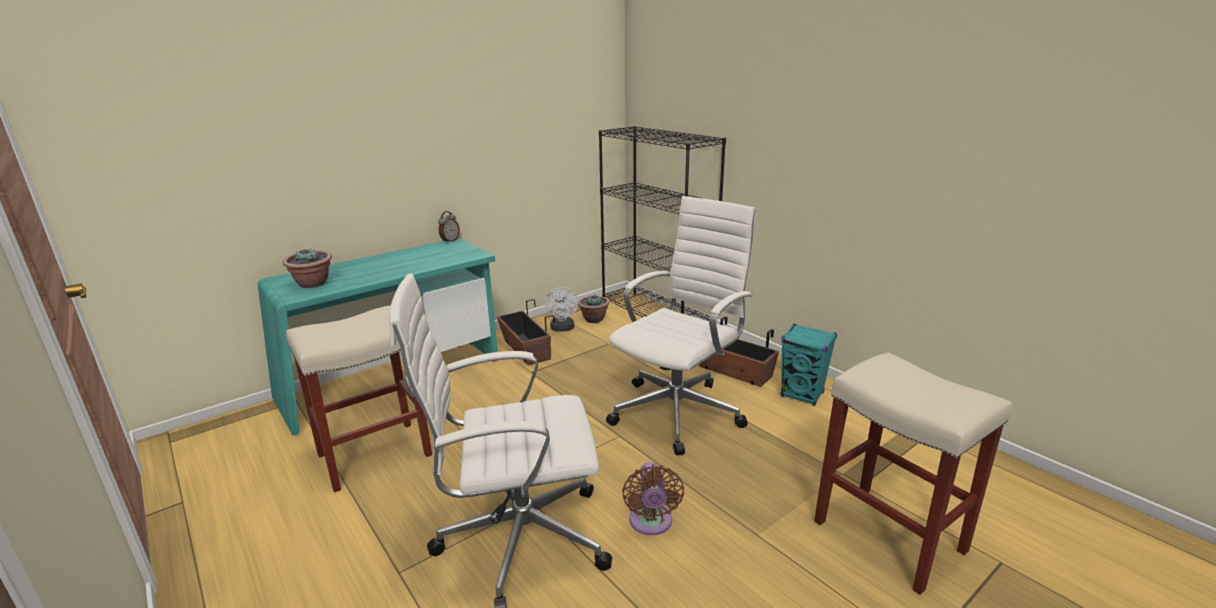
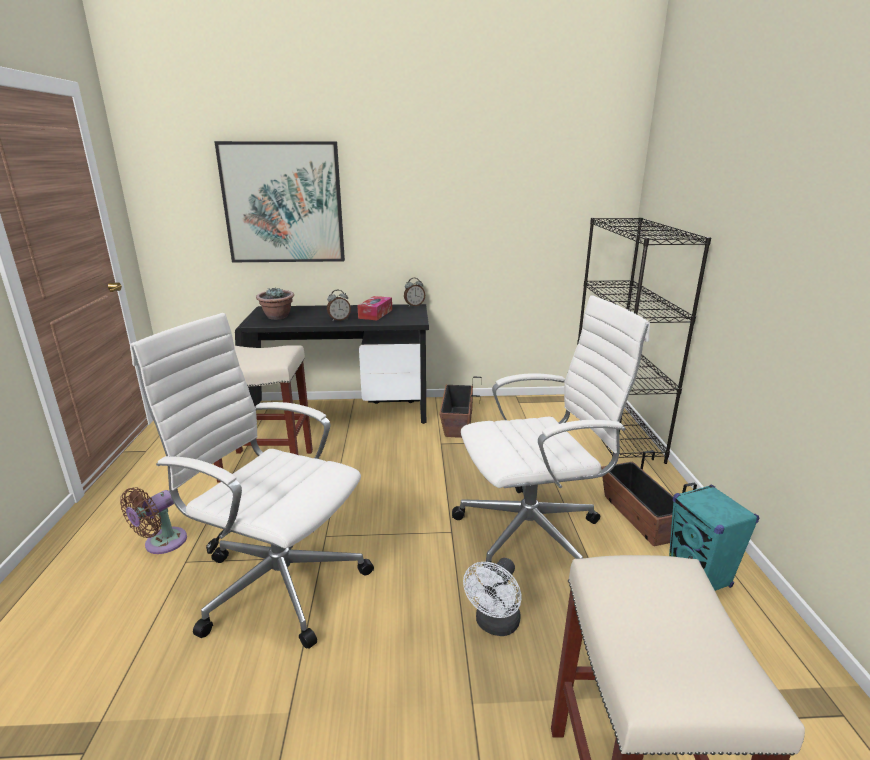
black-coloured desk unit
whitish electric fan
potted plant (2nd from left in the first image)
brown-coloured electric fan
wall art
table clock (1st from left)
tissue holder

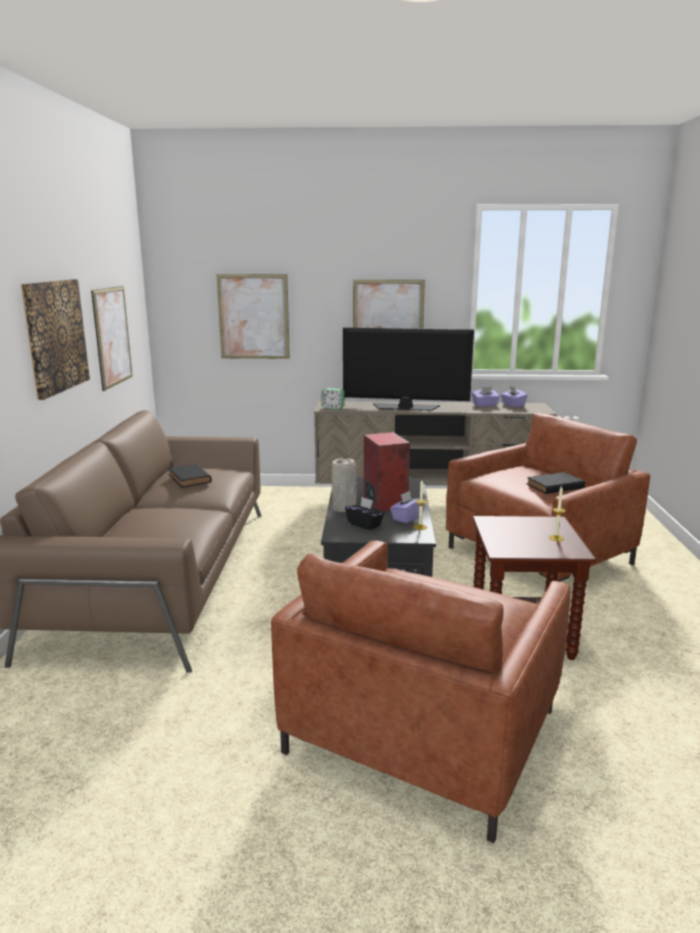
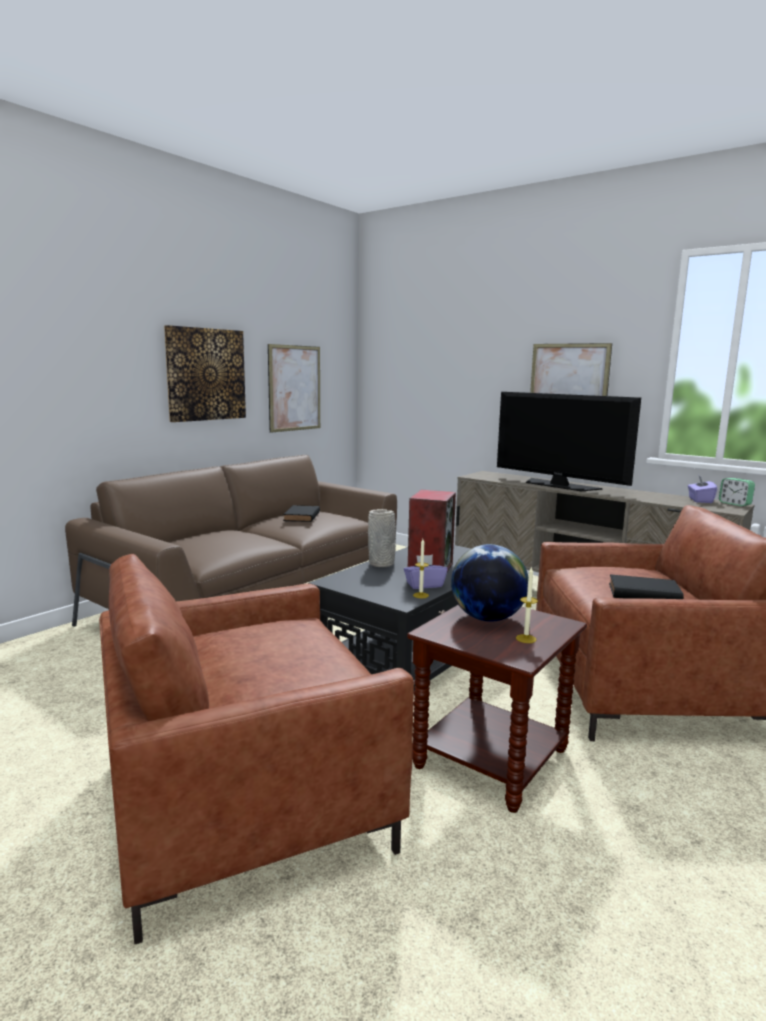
wall art (3rd from left in the first image)
purplish tissue holder (2nd from left in the first image)
table clock
black-coloured tissue holder
world globe

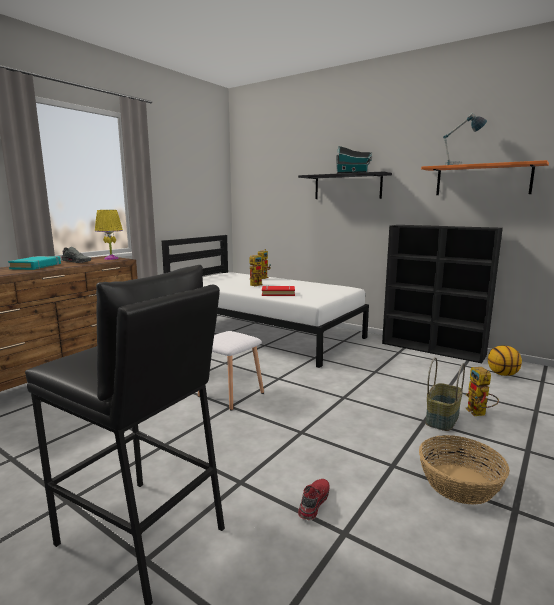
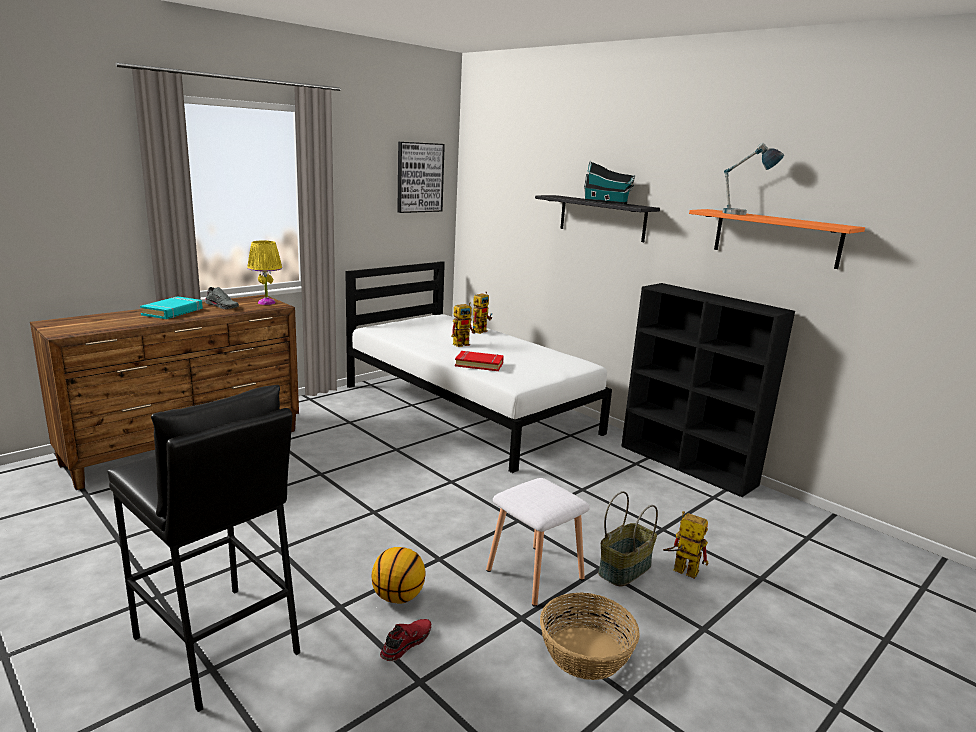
whitish sitting stool
basketball
toy robot (3rd from left)
wall art

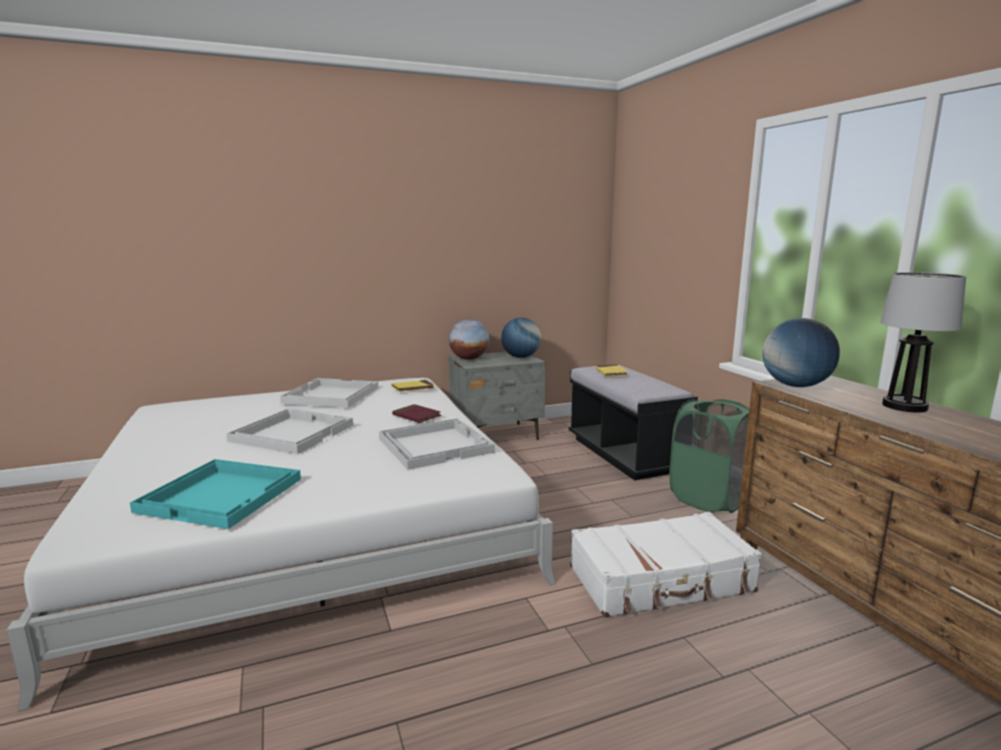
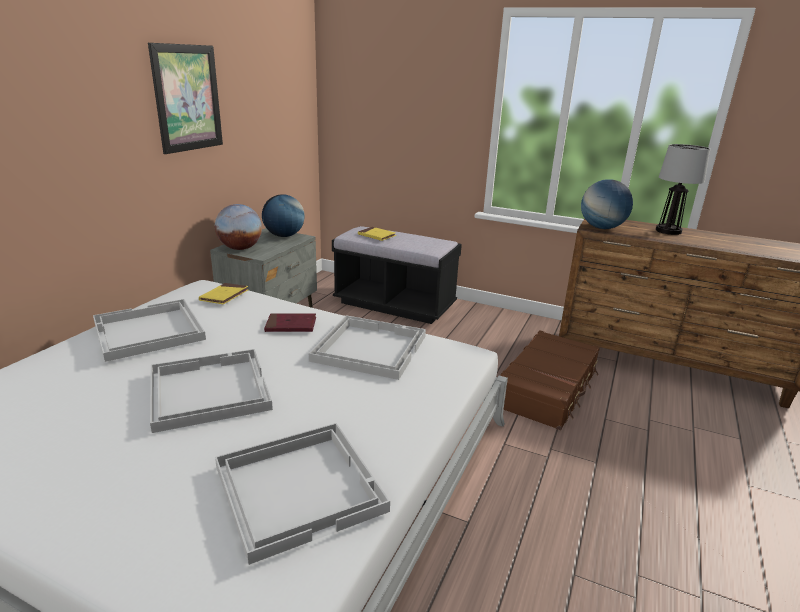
green hamper
whitish tray (3rd from left)
brown-coloured travel case
wall art

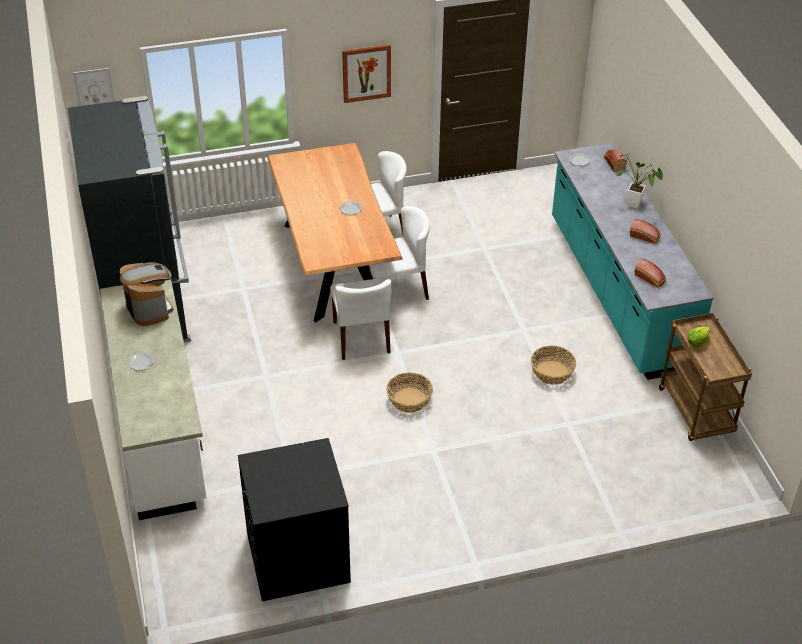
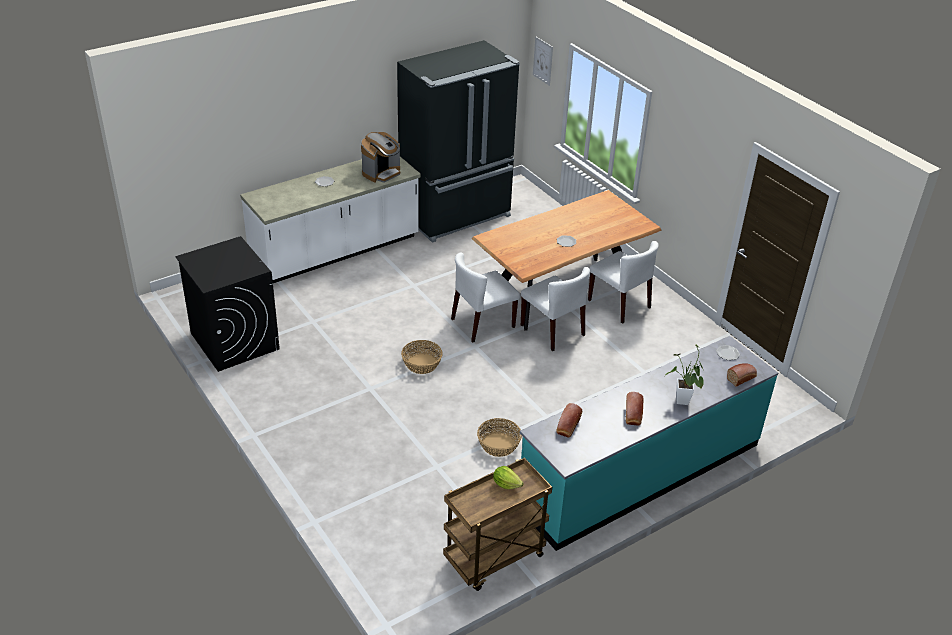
wall art (2nd from left in the first image)

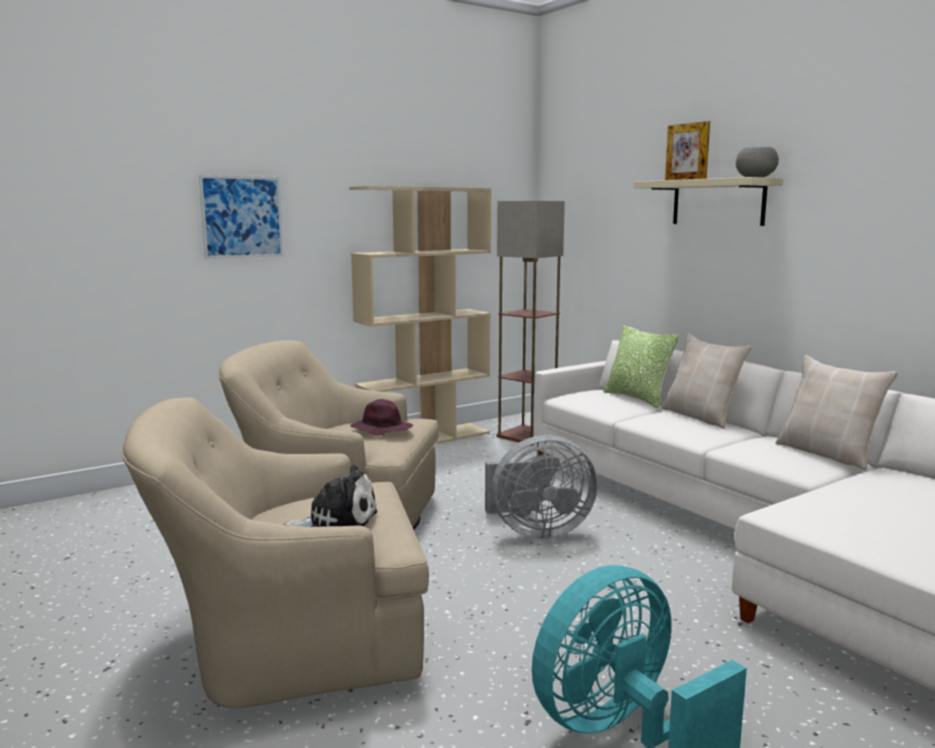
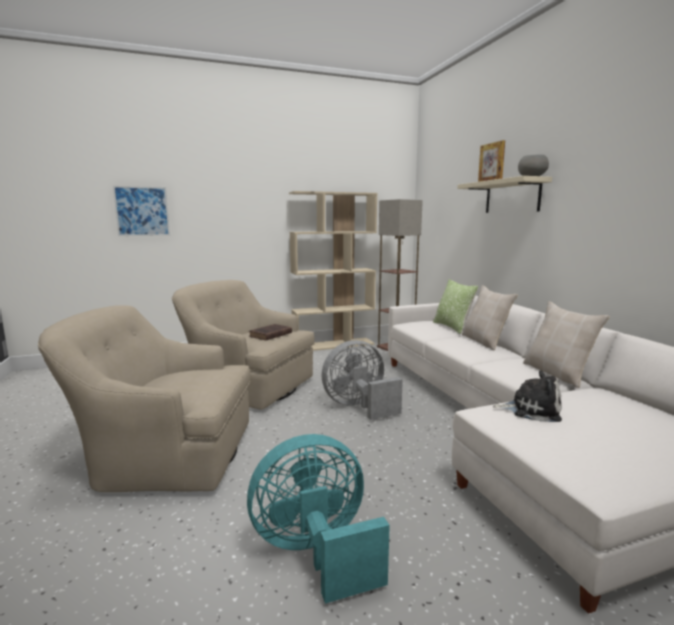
wall art
brown-coloured volume
gray electric fan
cuddly toy

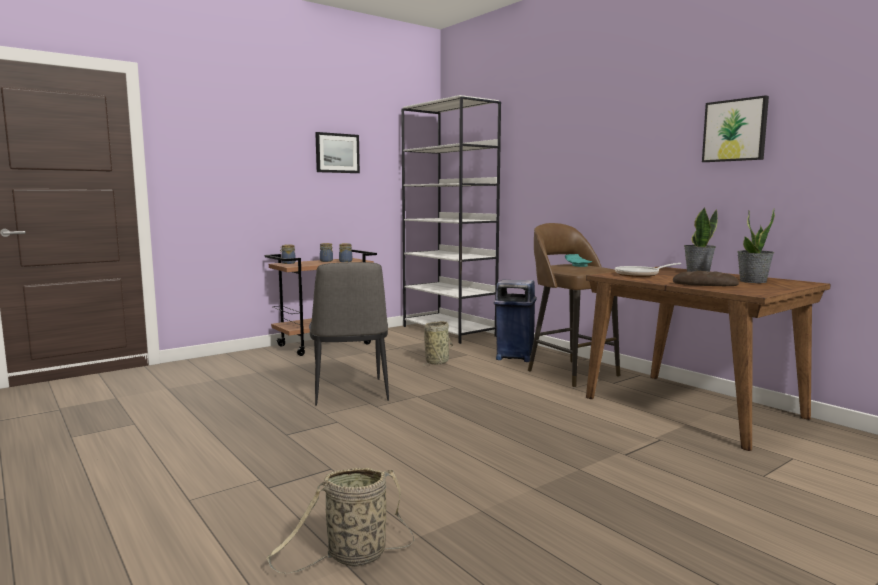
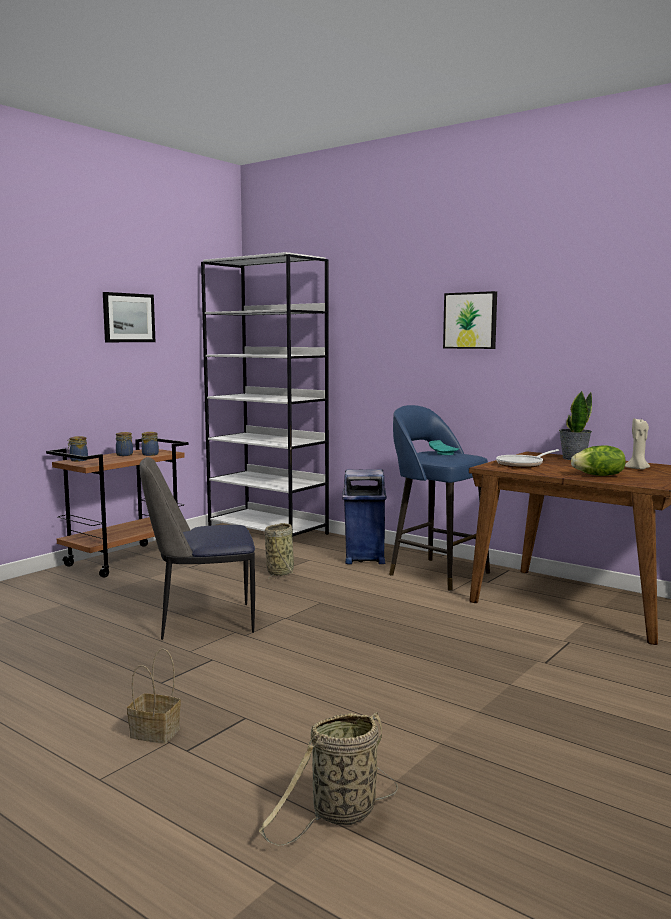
wall art (2nd from left)
beige wax light
blue-coloured sitting stool
upright chair
head of lettuce
storage basket (1st from left)

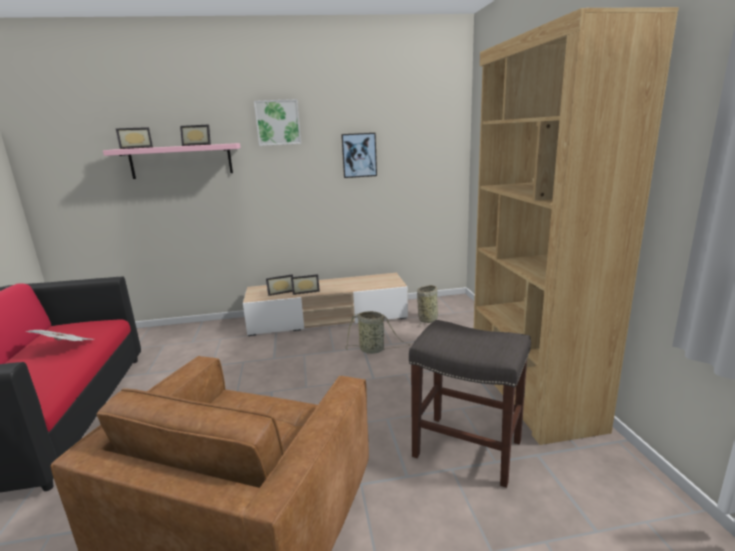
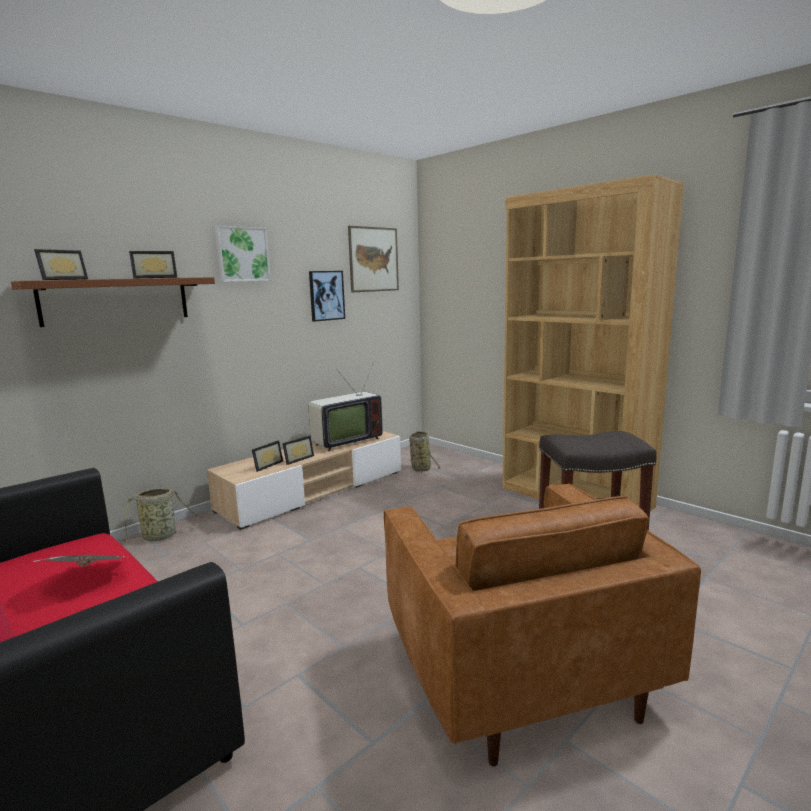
brown-coloured wall shelf
storage basket (1st from left)
wall art (3rd from left)
TV

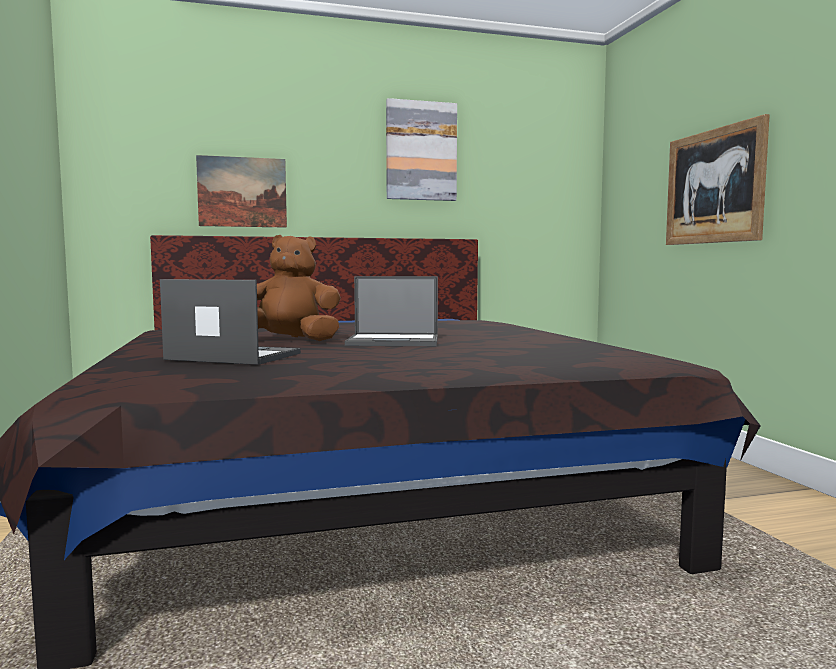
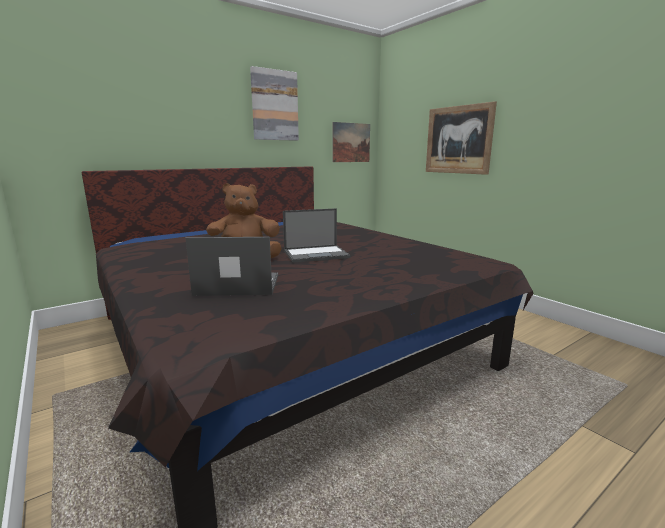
wall art (2nd from left)

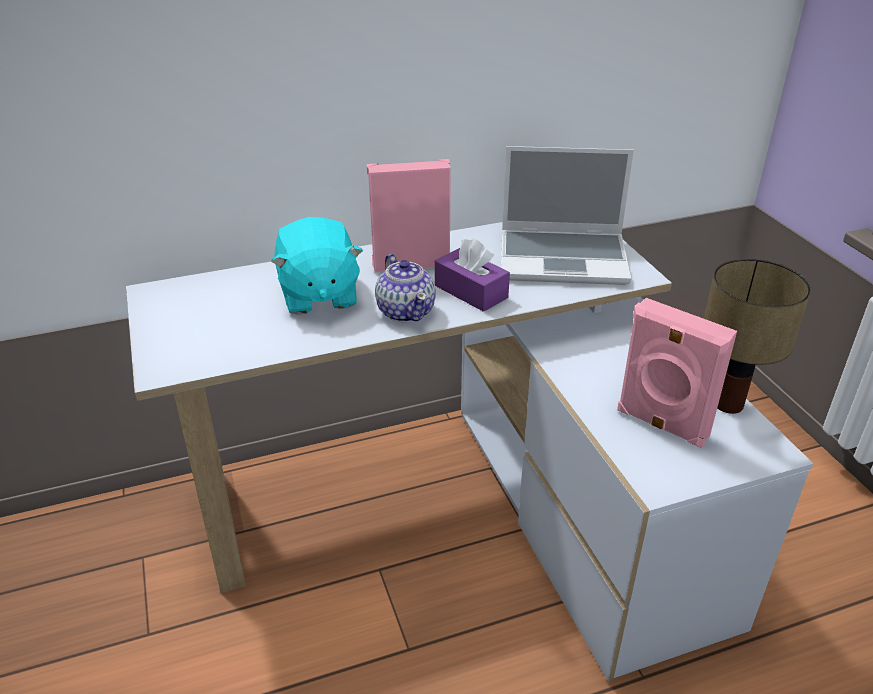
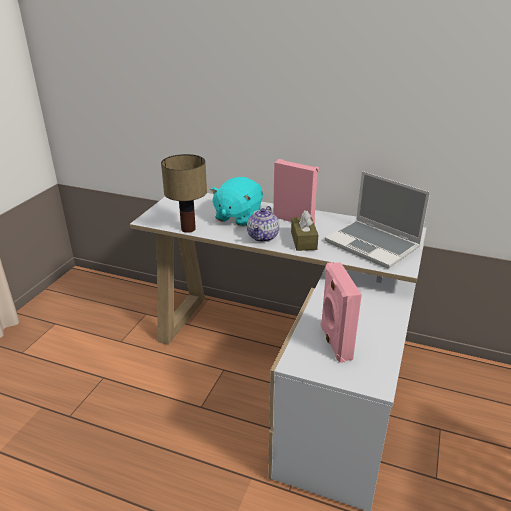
brown-coloured tissue holder
lamp for a table

